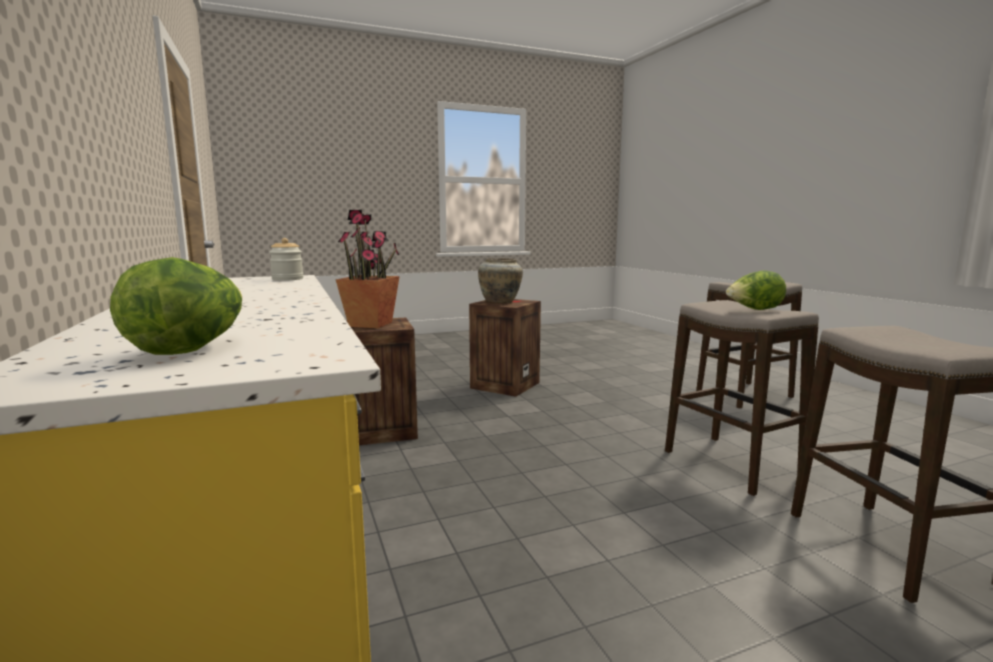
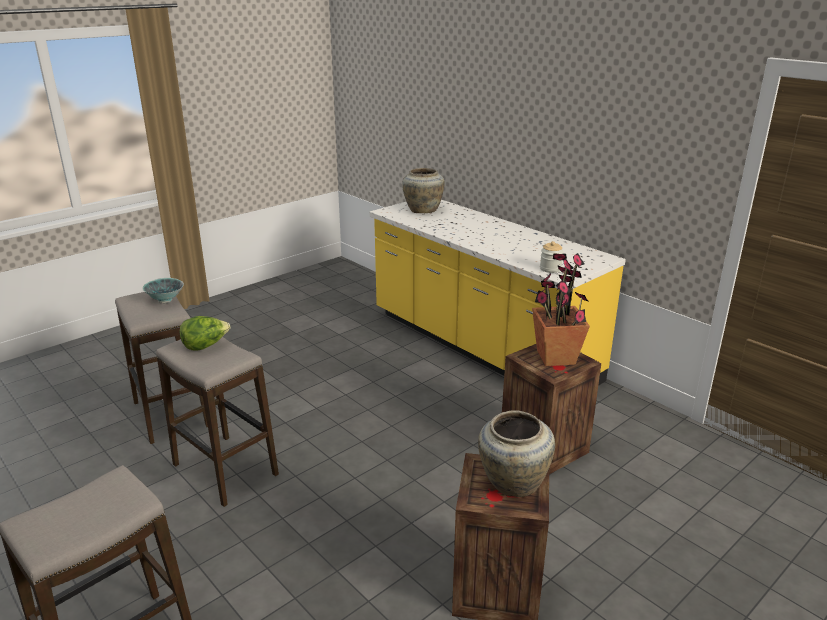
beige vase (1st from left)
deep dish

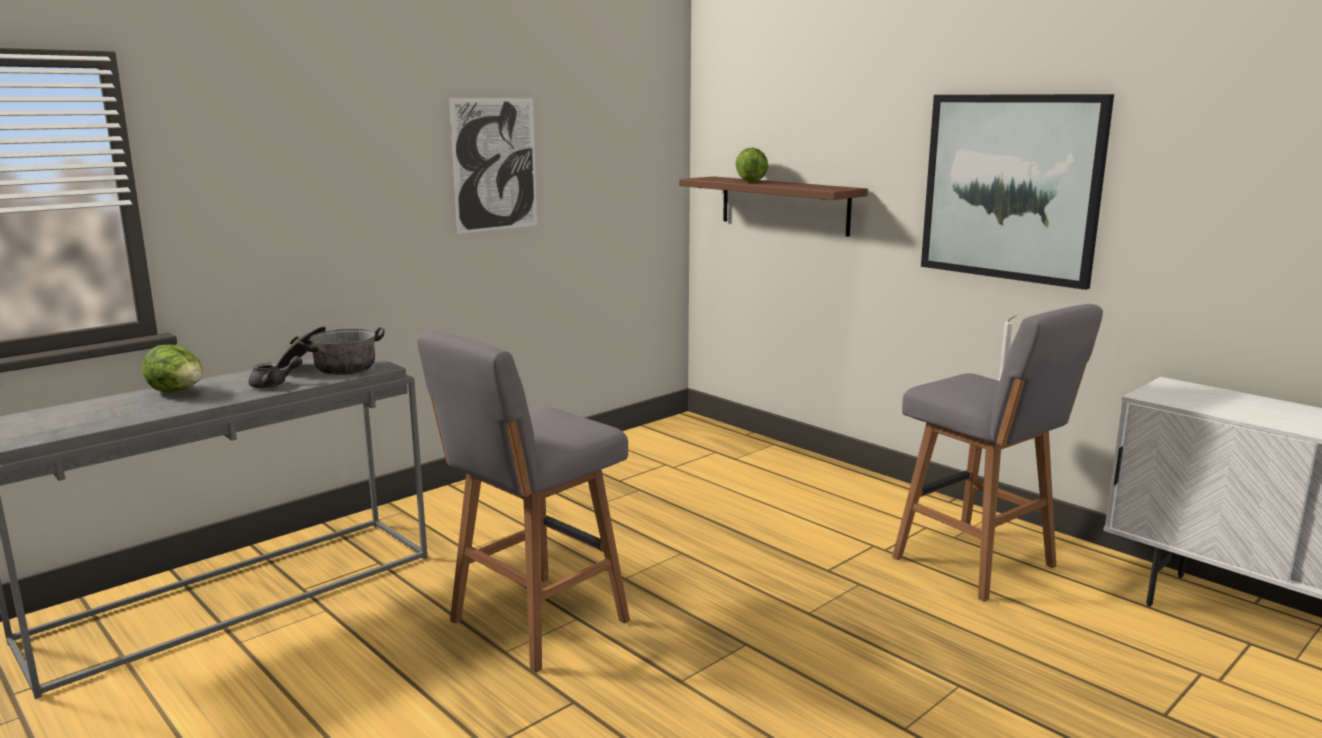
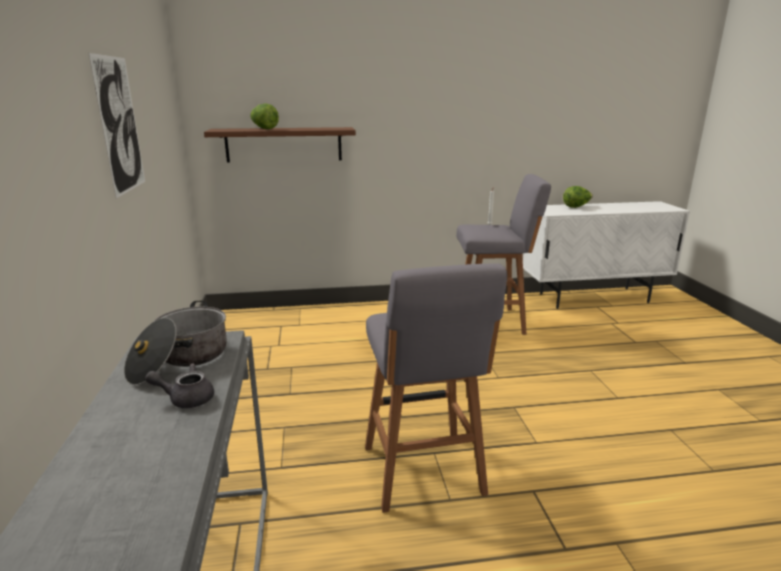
wall art (2nd from left in the first image)
head of lettuce (2nd from left)
gray pot for tea

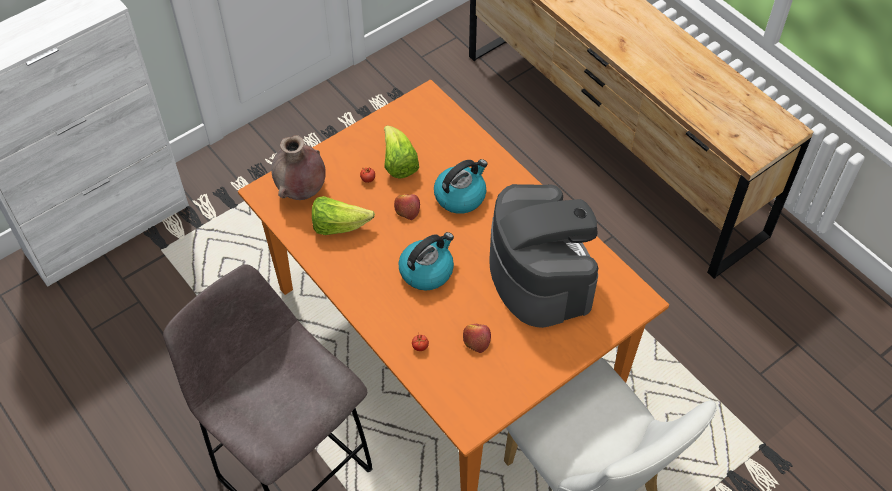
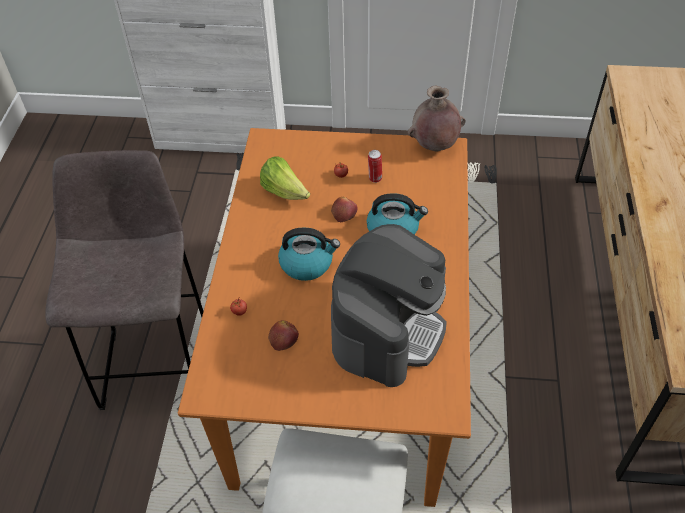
metal can
brown-coloured vase

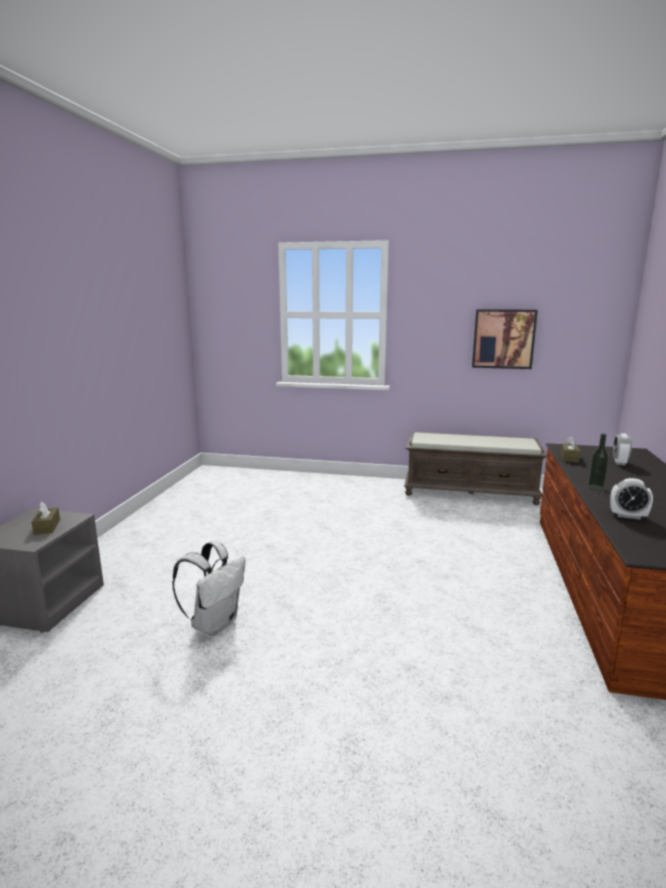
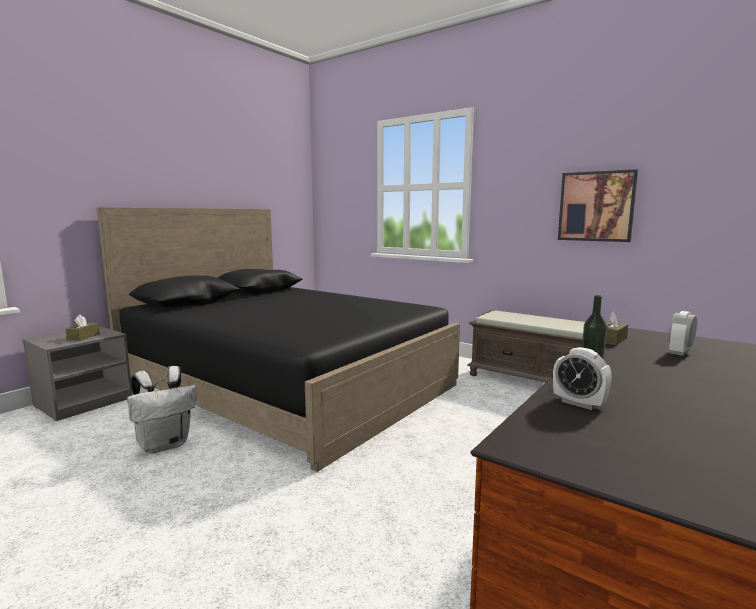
black-coloured bed

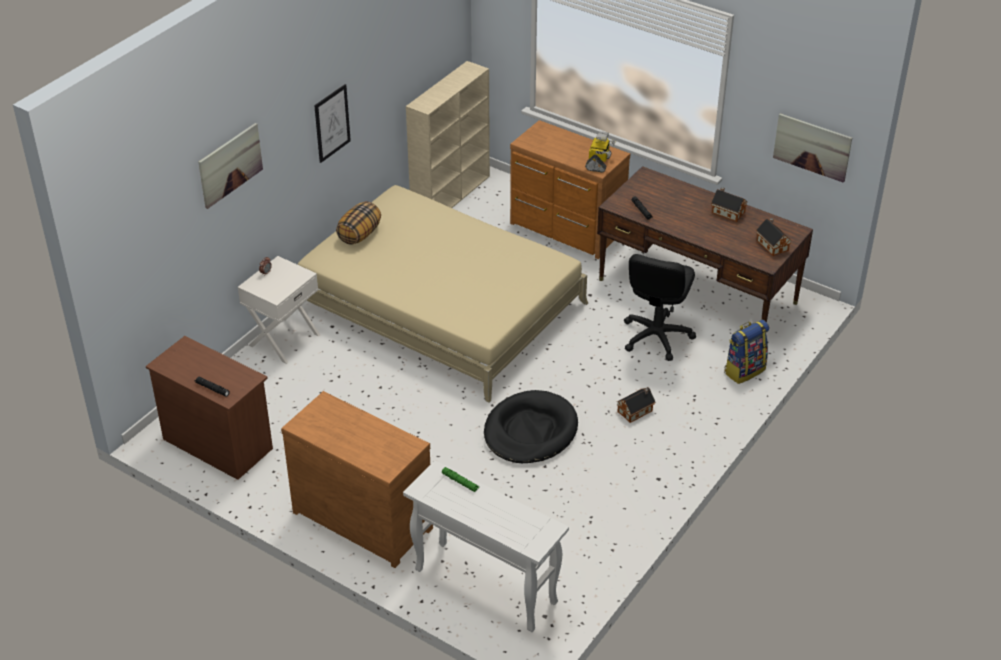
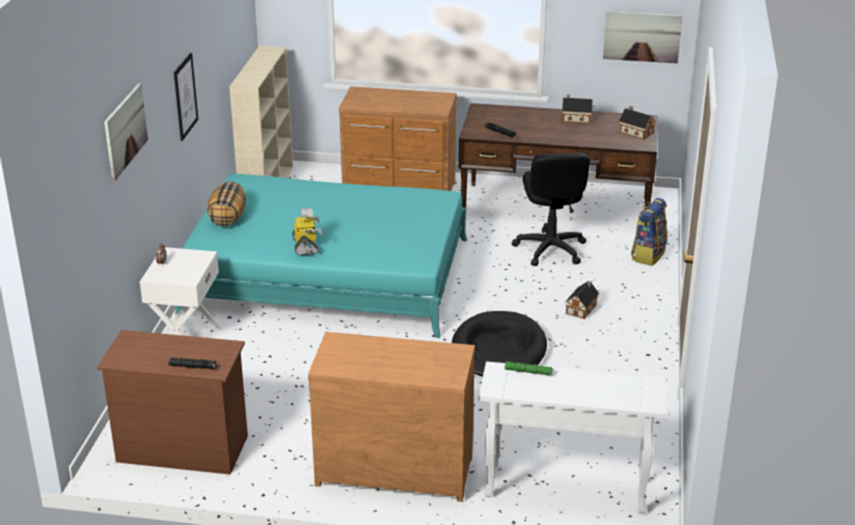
toy robot
blue-green bed

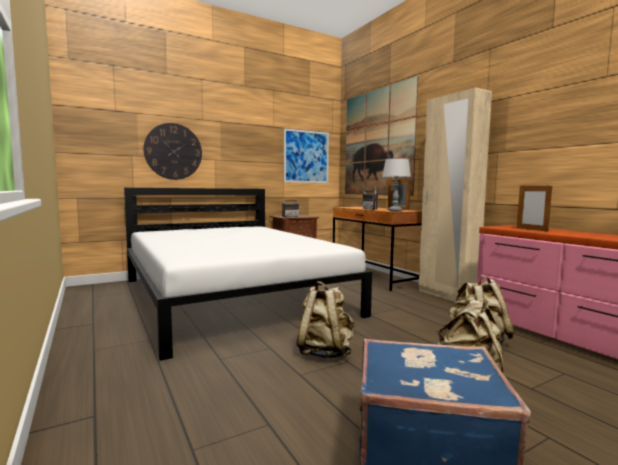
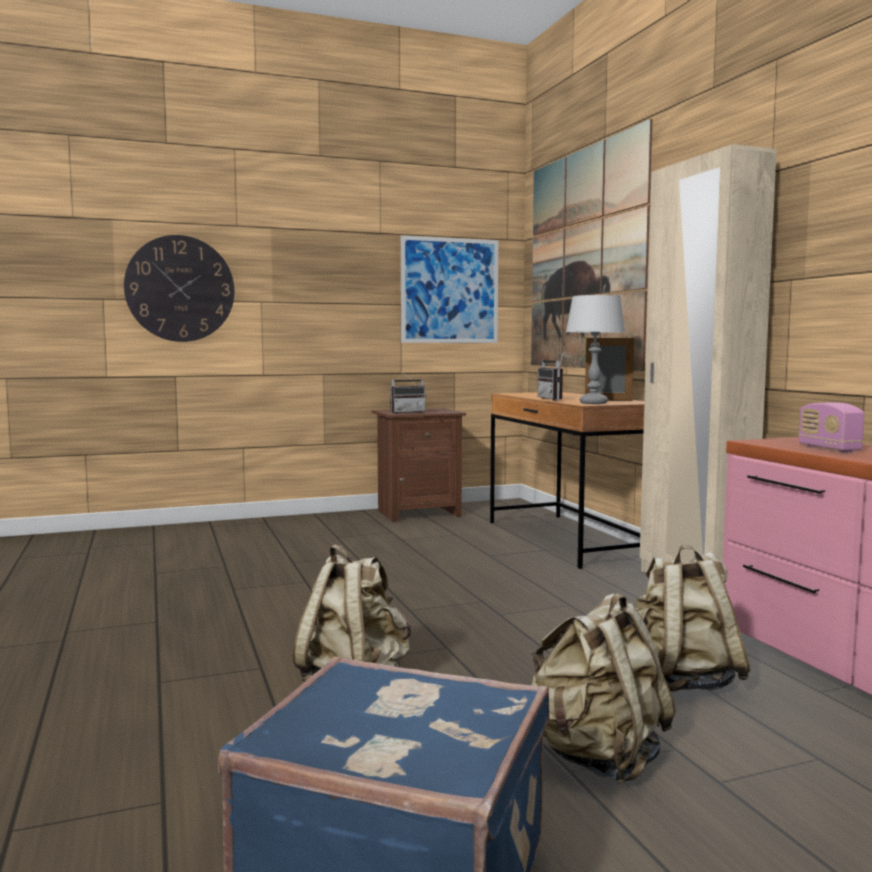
radio receiver (3rd from left)
whitish bed

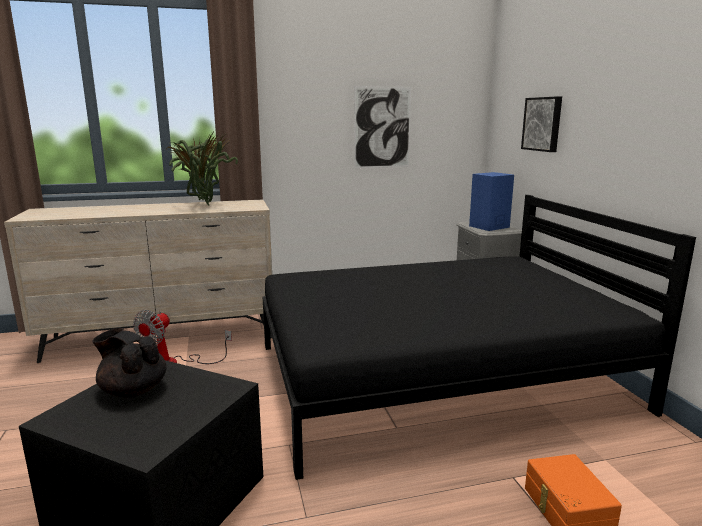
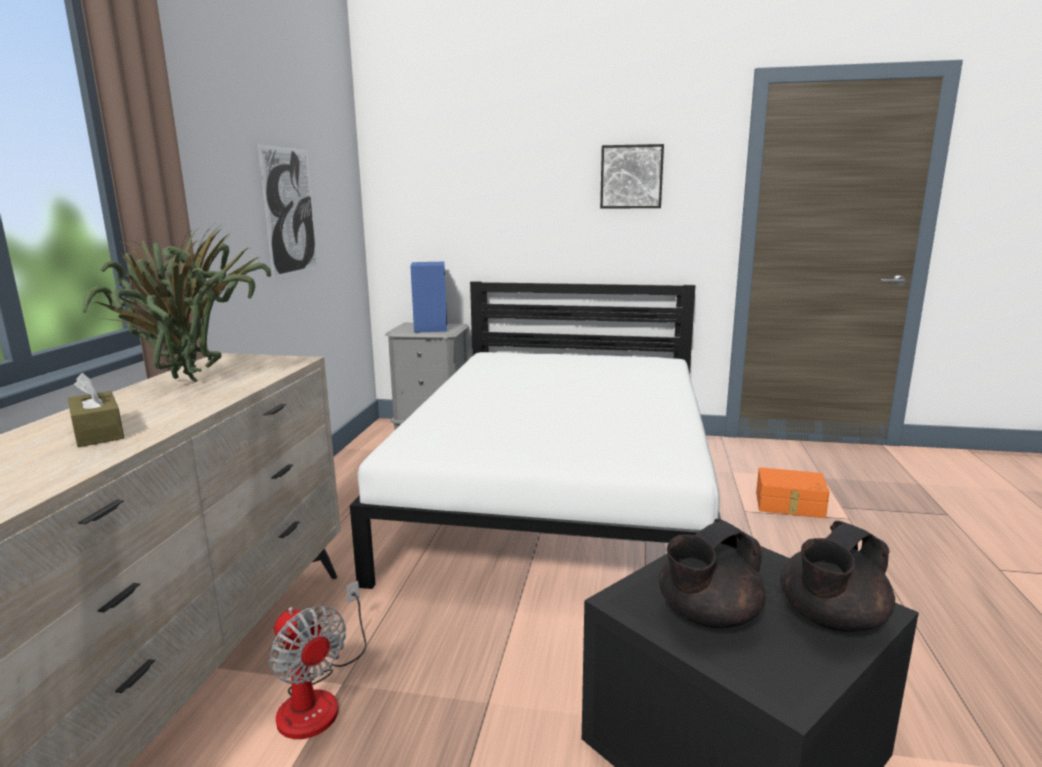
wall art (2nd from left)
whitish bed
brown-coloured tissue holder
black-coloured pot for tea (2nd from left)

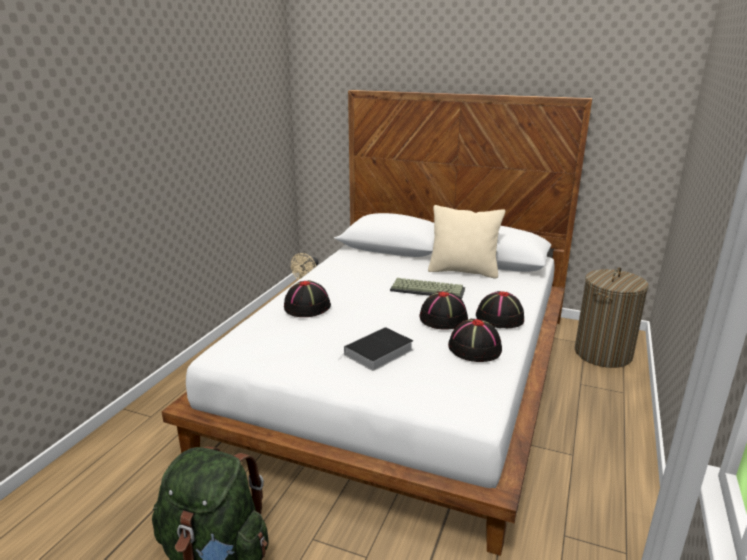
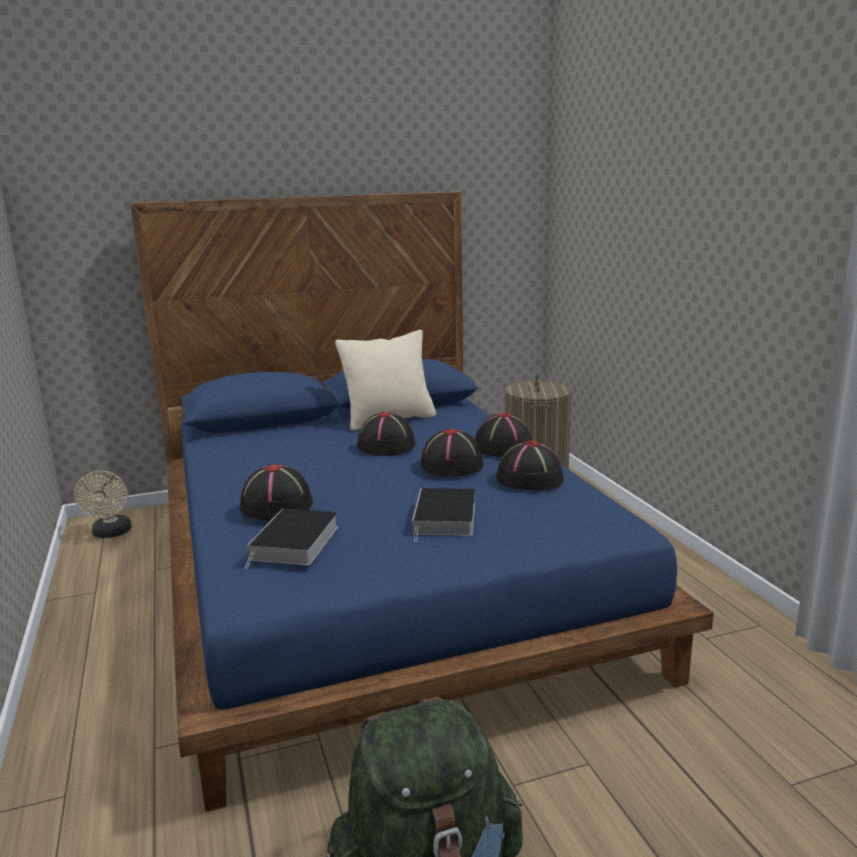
blue-coloured bed
black-coloured hat (2nd from left)
volume (1st from left)

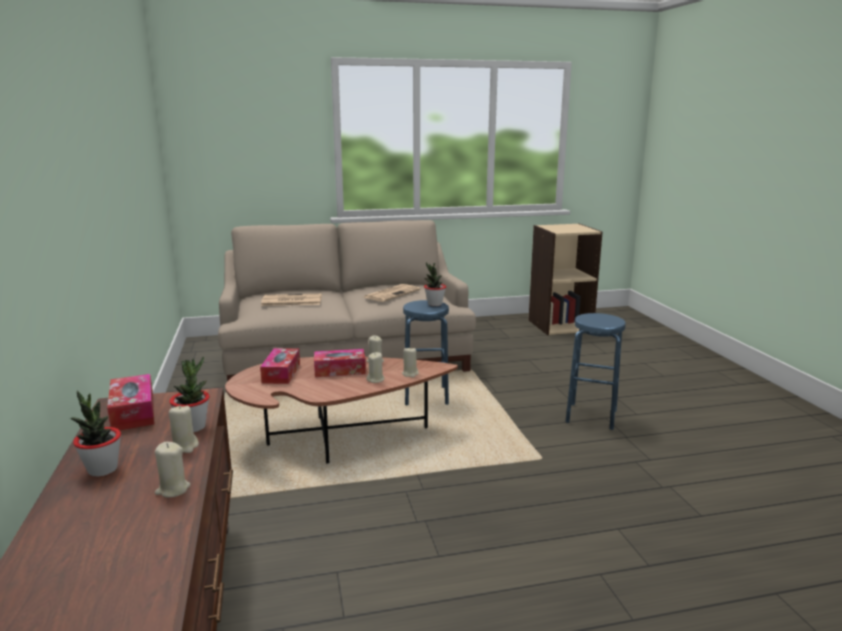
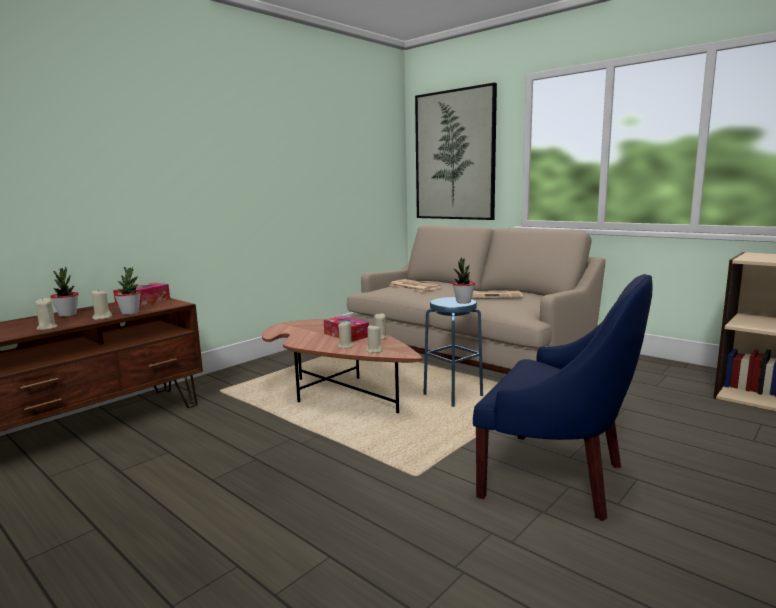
blue-coloured lounge chair
tissue holder (2nd from left in the first image)
wall art

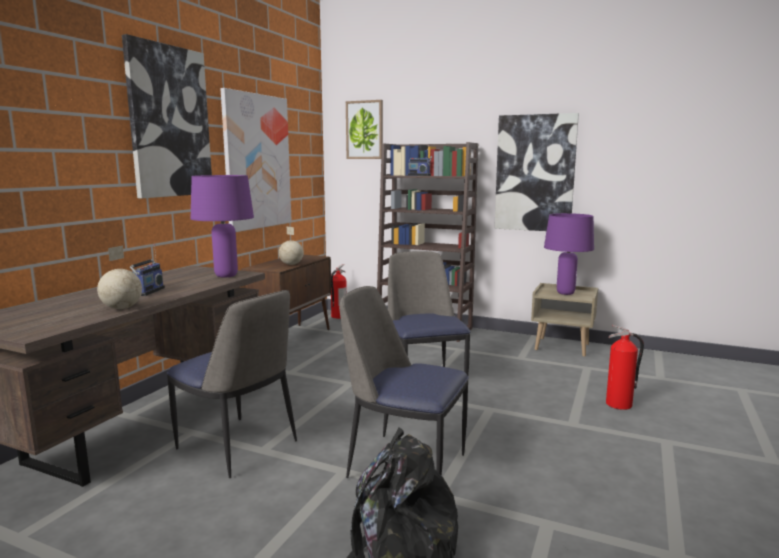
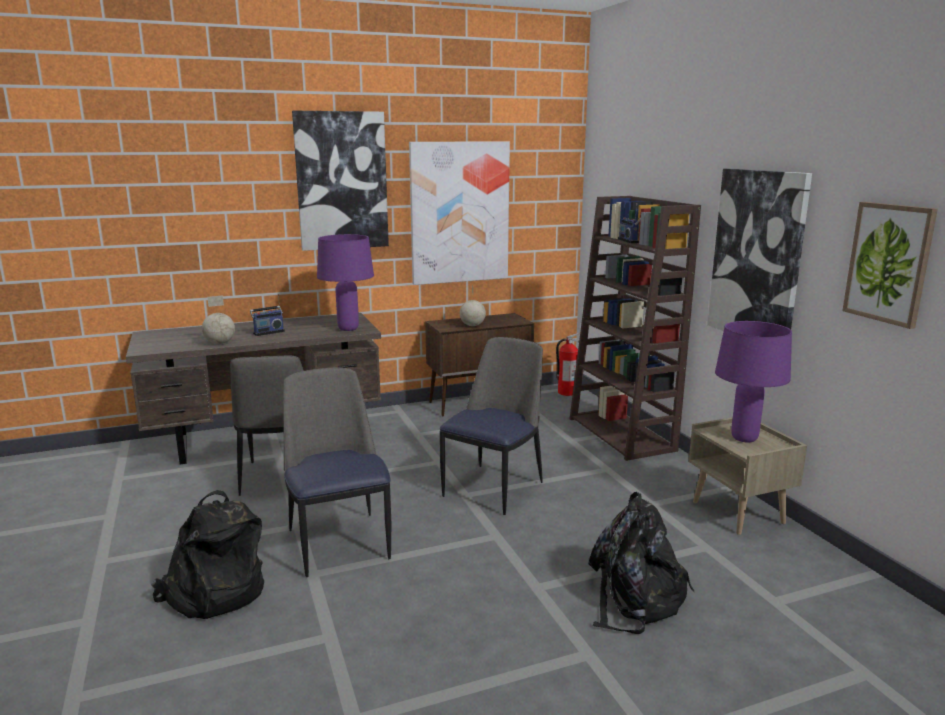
wall art (4th from left)
black-coloured rucksack (2nd from left)

